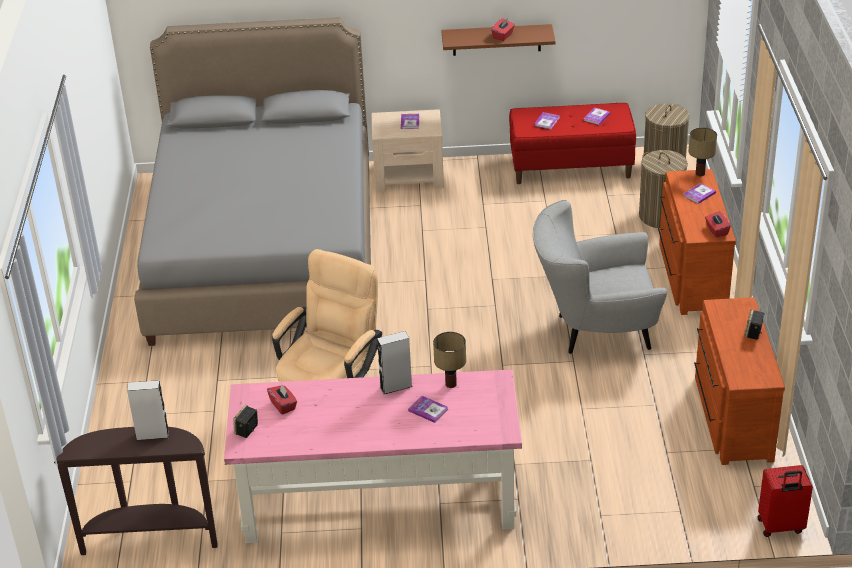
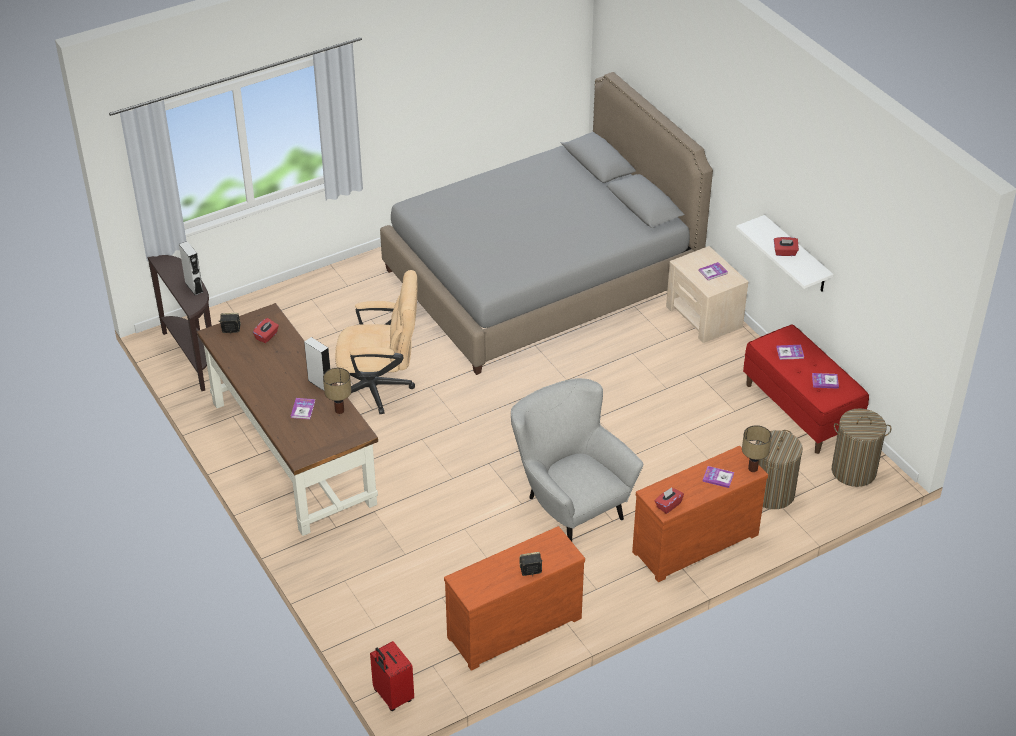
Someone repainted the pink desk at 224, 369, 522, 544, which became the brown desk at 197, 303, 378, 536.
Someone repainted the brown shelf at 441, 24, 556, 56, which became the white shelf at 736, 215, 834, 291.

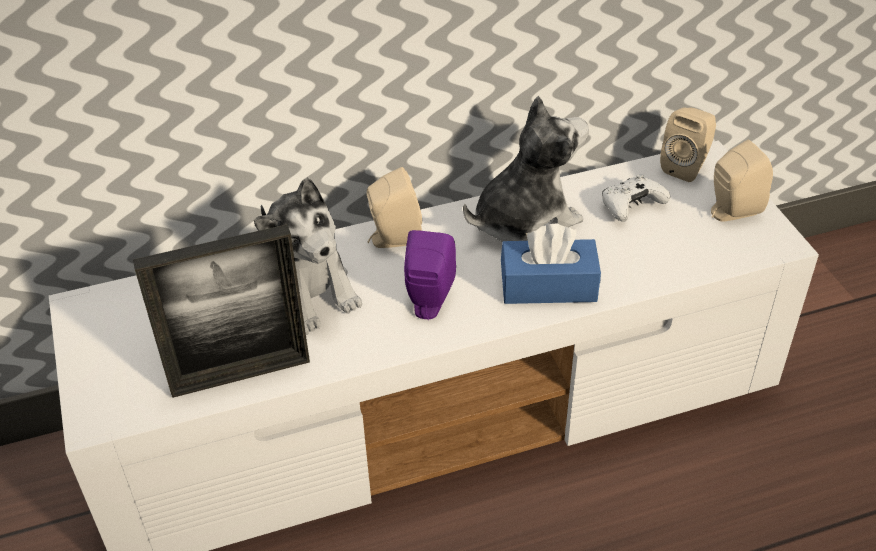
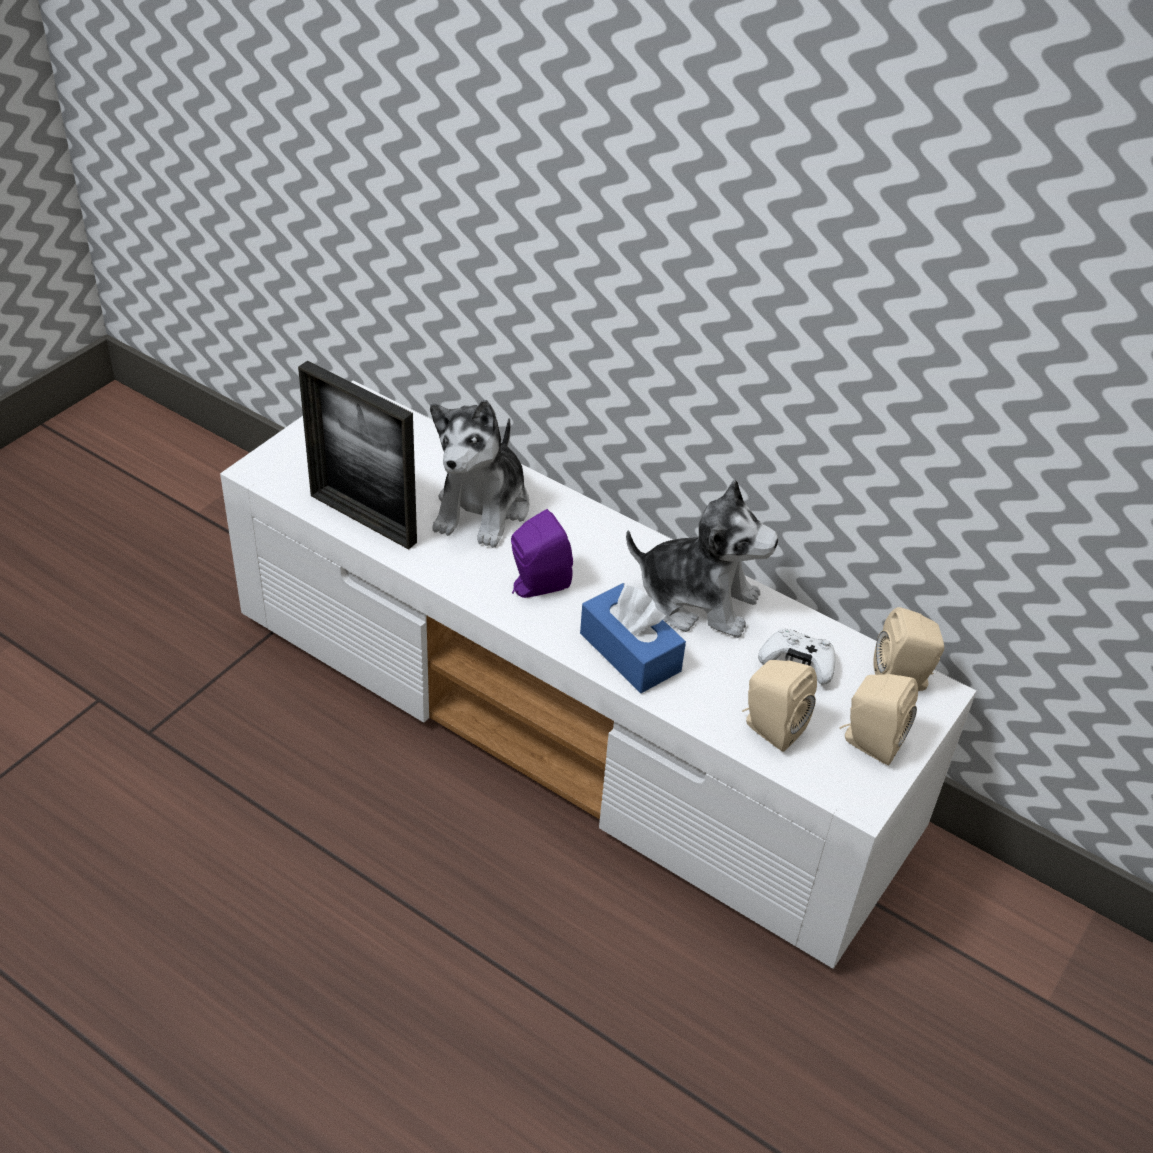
Someone carried the beige speaker from 367, 167, 422, 248 to 742, 660, 817, 752.

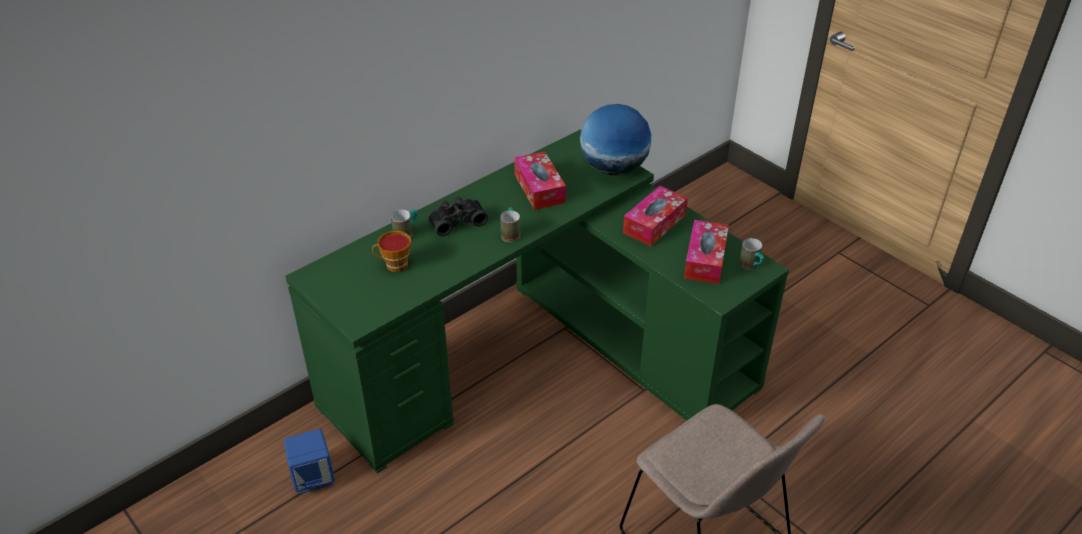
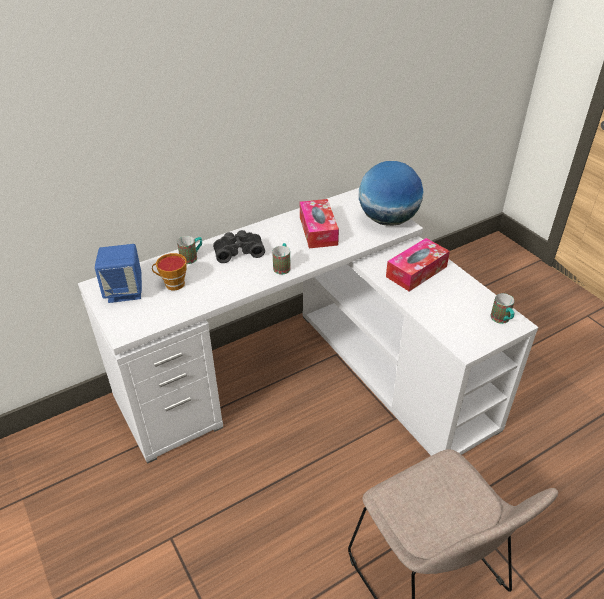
Someone repainted the green desk at 285, 130, 789, 473, which became the white desk at 78, 188, 538, 464.
Someone carried the blue speaker from 284, 429, 335, 494 to 95, 244, 142, 303.
Someone took away the tissue box at 684, 220, 729, 284.

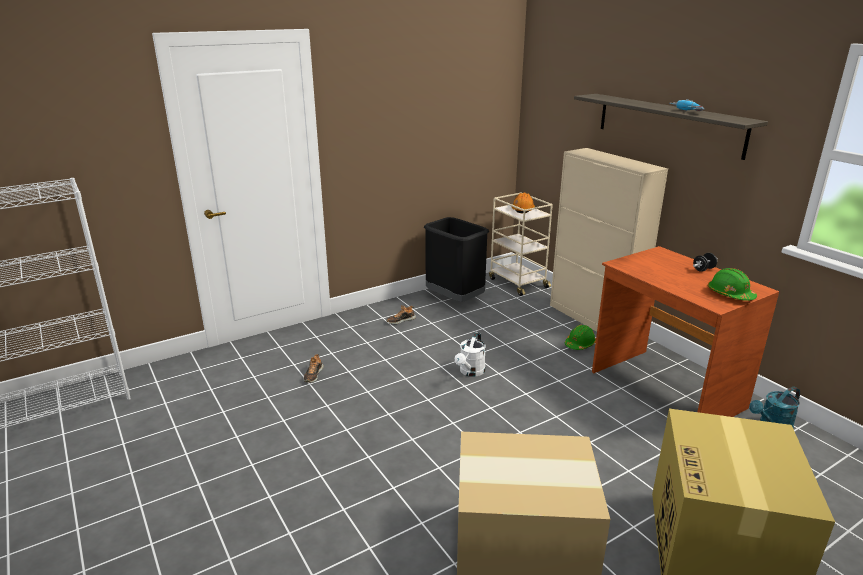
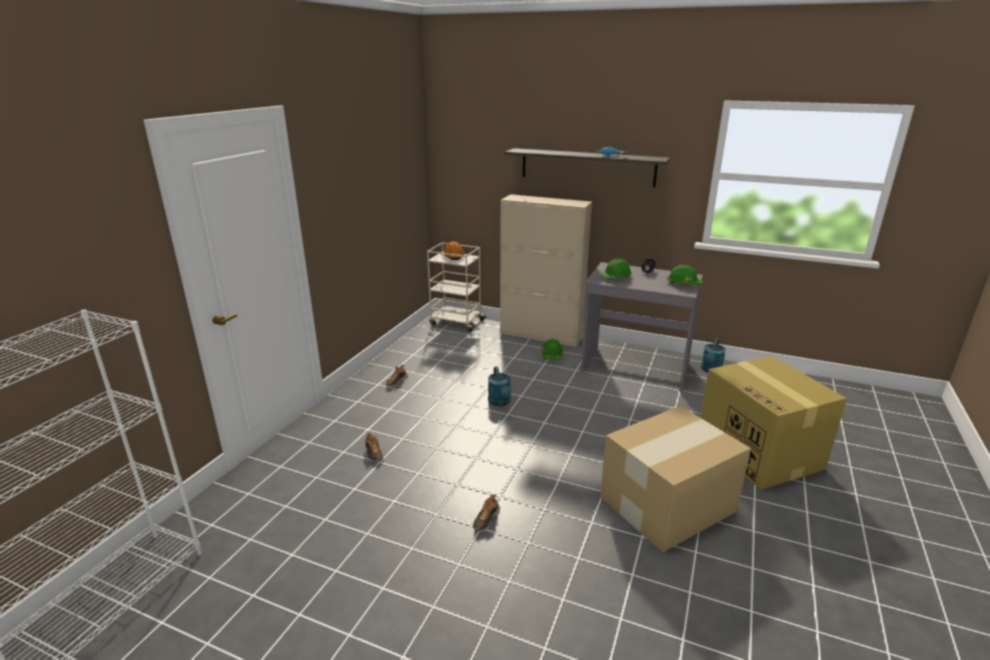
Someone put down the shoe at 473, 495, 500, 532.
Someone repainted the white watering can at 455, 332, 486, 377, which became the turquoise watering can at 488, 366, 511, 406.
Someone repainted the brown desk at 592, 246, 779, 417, which became the grey desk at 581, 262, 703, 392.
Someone put down the green hard hat at 601, 259, 632, 279.
Someone took away the black trash can at 424, 217, 489, 302.

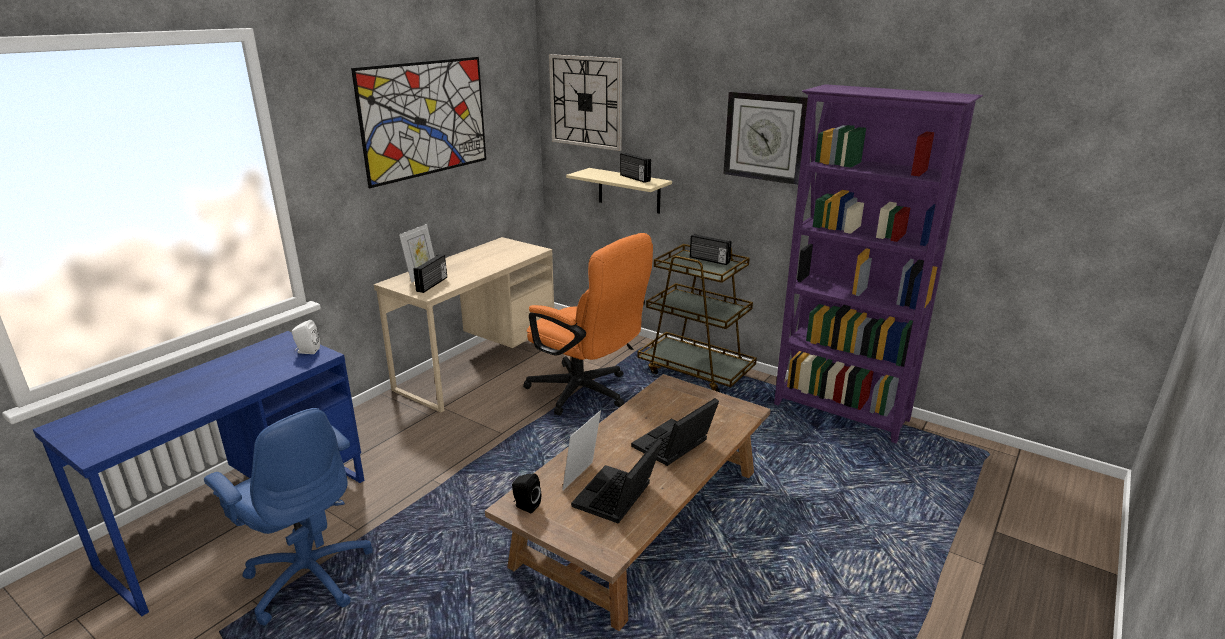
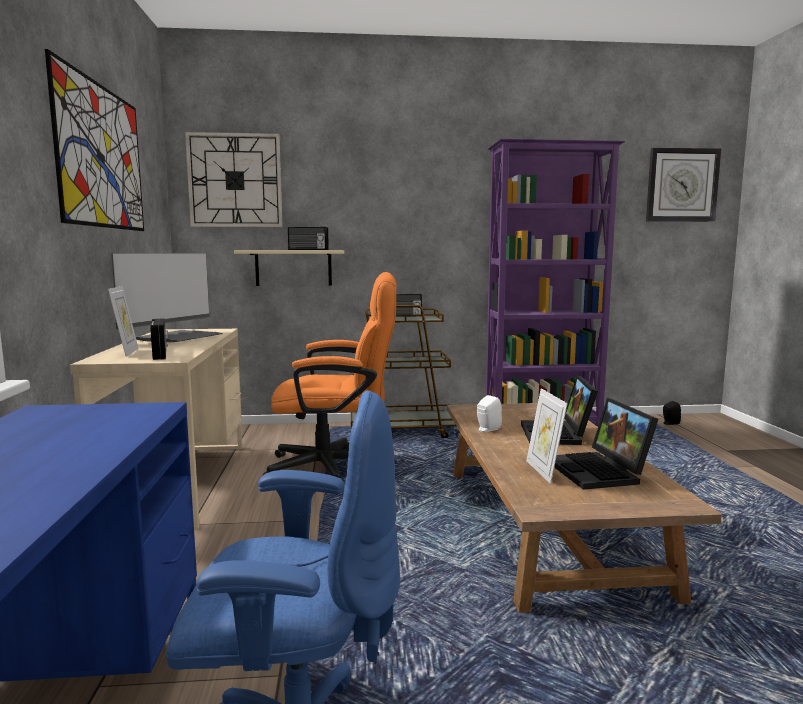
Someone put down the monitor at 111, 253, 223, 342.
Someone carried the white speaker from 292, 320, 320, 354 to 477, 395, 502, 432.
Someone carried the wall clock from 723, 91, 808, 185 to 646, 148, 721, 222.
Someone carried the black speaker from 512, 474, 541, 513 to 663, 401, 681, 425.

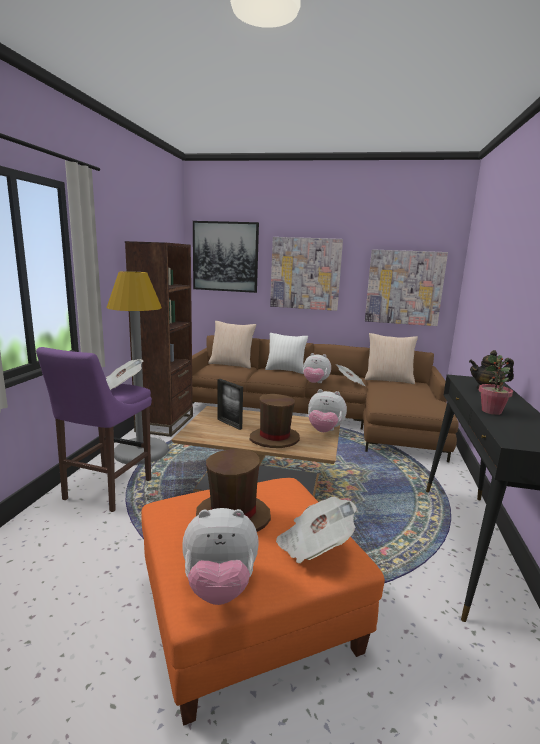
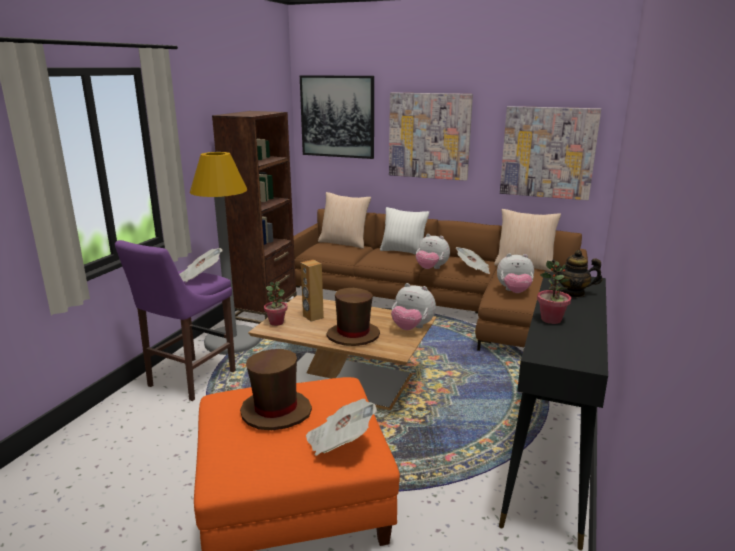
Someone put down the potted plant at 264, 282, 287, 326.
Someone swapped the picture frame at 217, 379, 243, 430 for the brown speaker at 301, 260, 324, 321.
Someone carried the plush toy from 182, 508, 259, 605 to 497, 253, 534, 293.

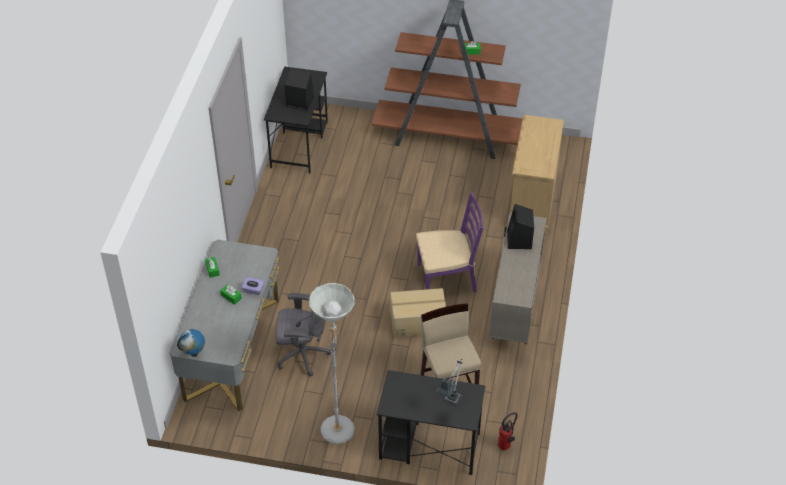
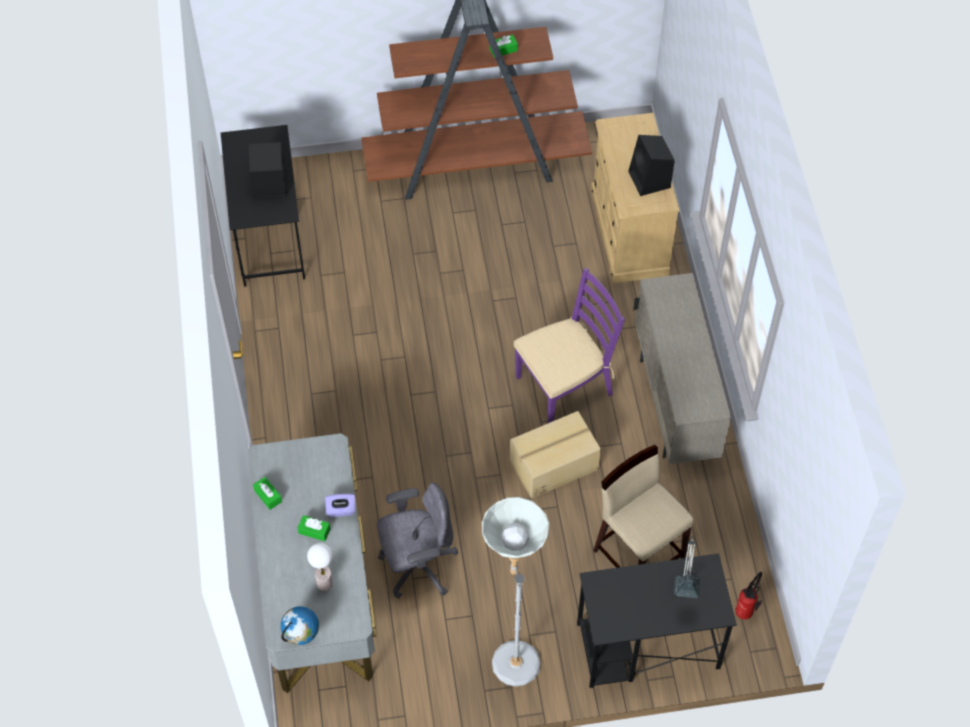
Someone put down the table lamp at 307, 543, 333, 591.
Someone carried the black speaker from 507, 204, 534, 249 to 628, 135, 675, 196.

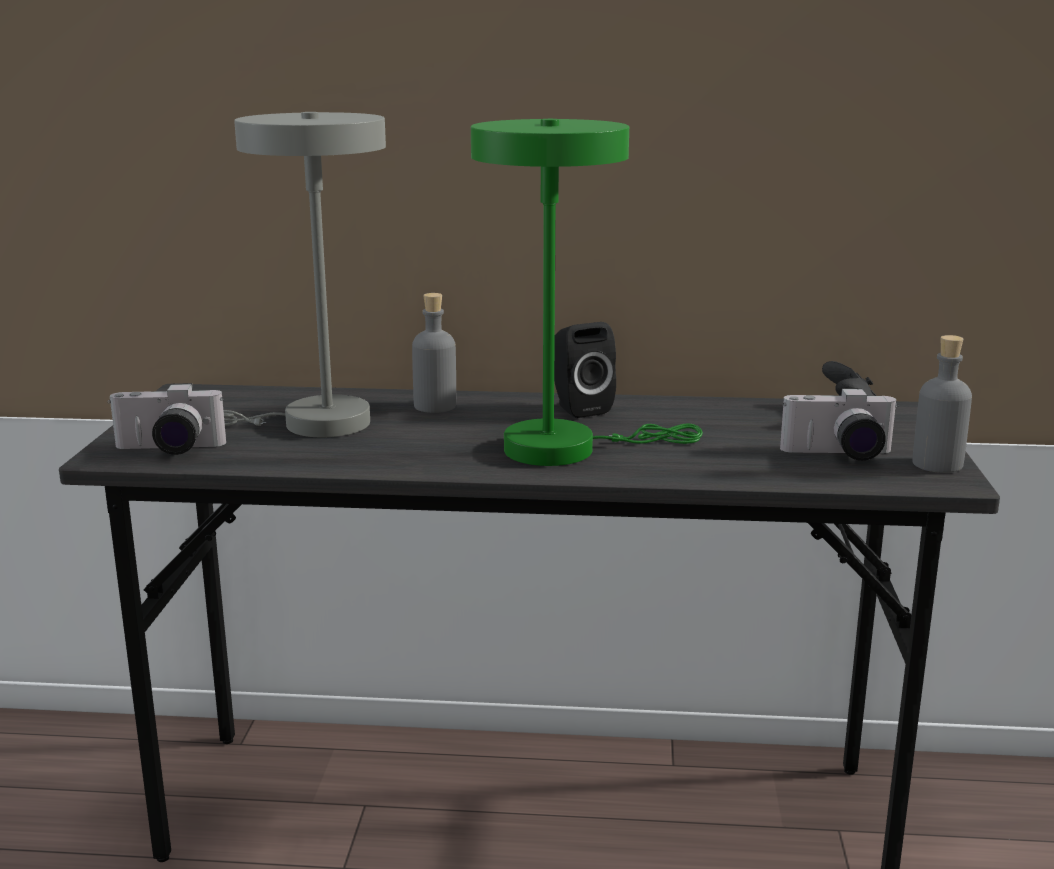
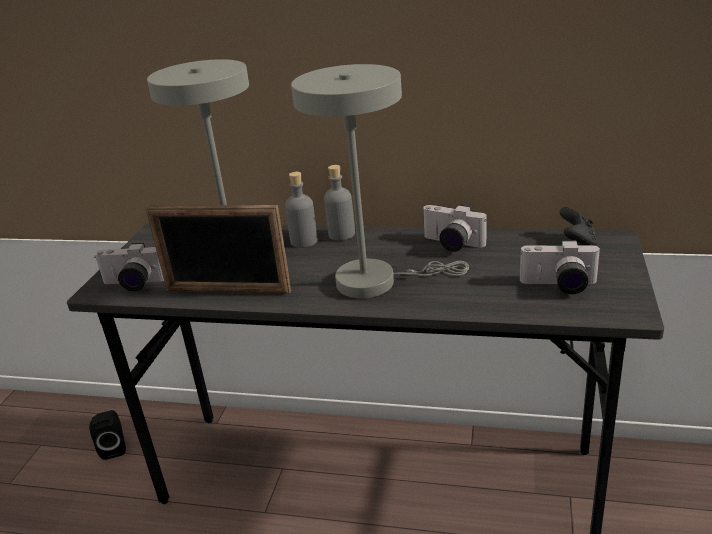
Someone carried the black speaker from 554, 322, 616, 418 to 89, 410, 126, 460.
Someone put down the picture frame at 145, 205, 291, 293.
Someone repainted the green table lamp at 471, 119, 703, 466, which became the grey table lamp at 291, 64, 469, 298.
Someone carried the grey bottle from 912, 335, 972, 473 to 324, 165, 355, 240.
Someone put down the photo camera at 422, 205, 487, 252.

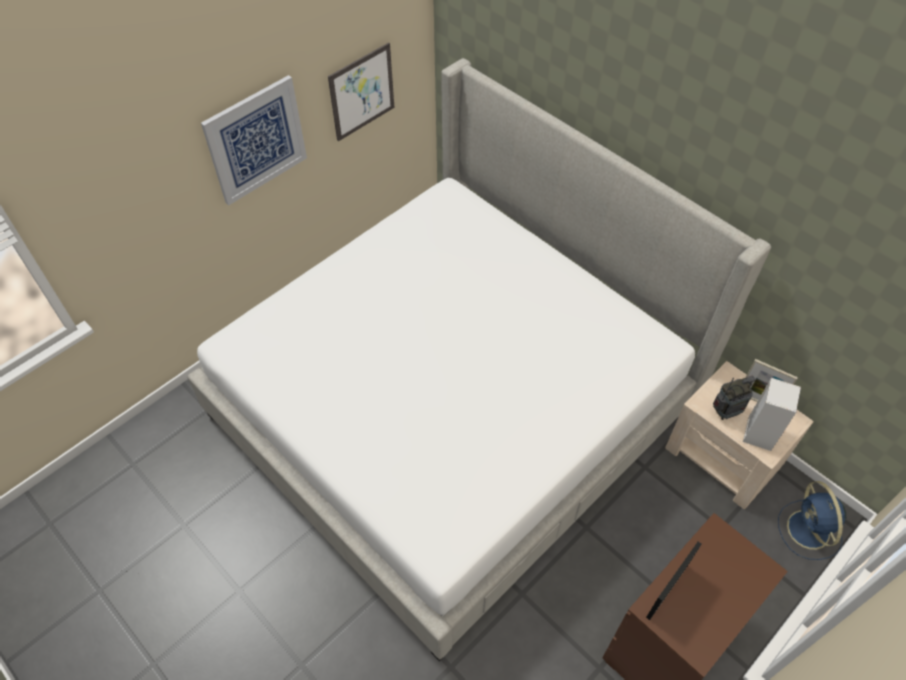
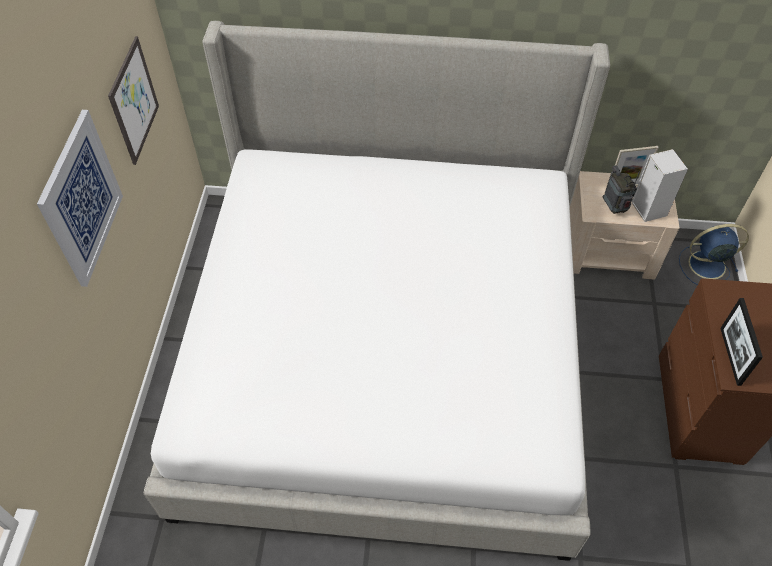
Someone rotated the radio at 713, 376, 755, 420 by 45 degrees counterclockwise.
Someone rotated the blue fan at 778, 481, 846, 560 by 135 degrees clockwise.

